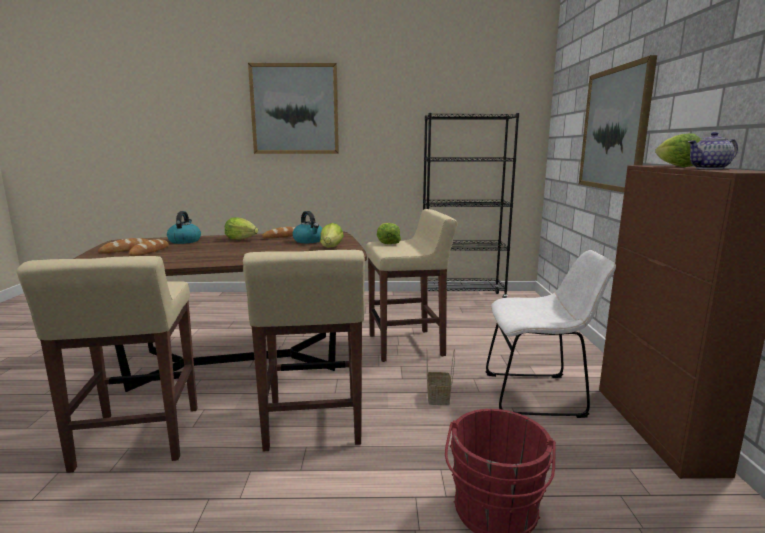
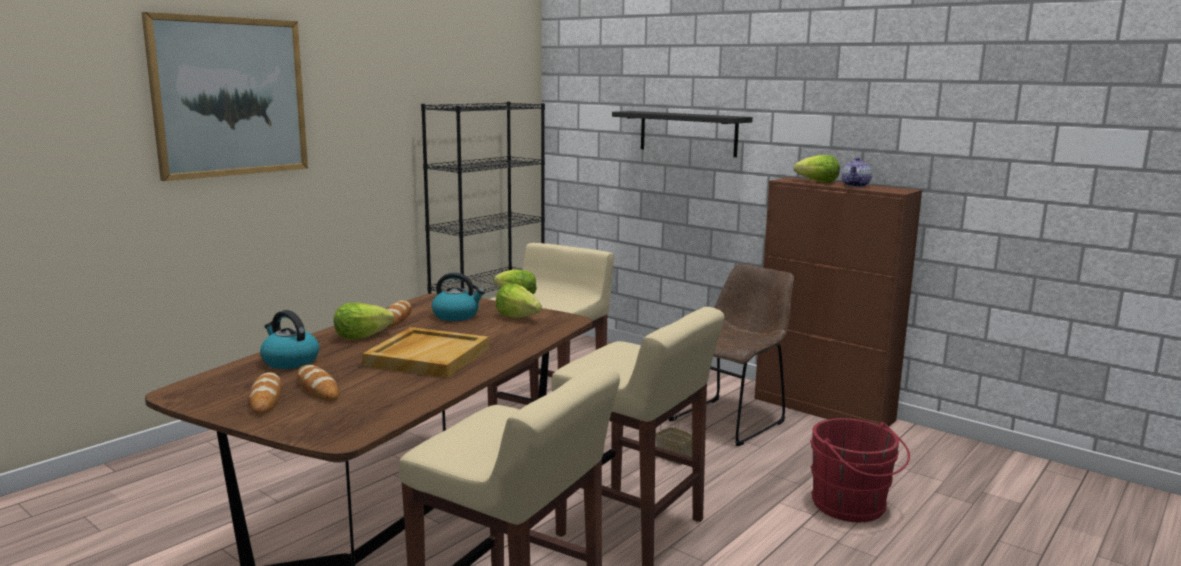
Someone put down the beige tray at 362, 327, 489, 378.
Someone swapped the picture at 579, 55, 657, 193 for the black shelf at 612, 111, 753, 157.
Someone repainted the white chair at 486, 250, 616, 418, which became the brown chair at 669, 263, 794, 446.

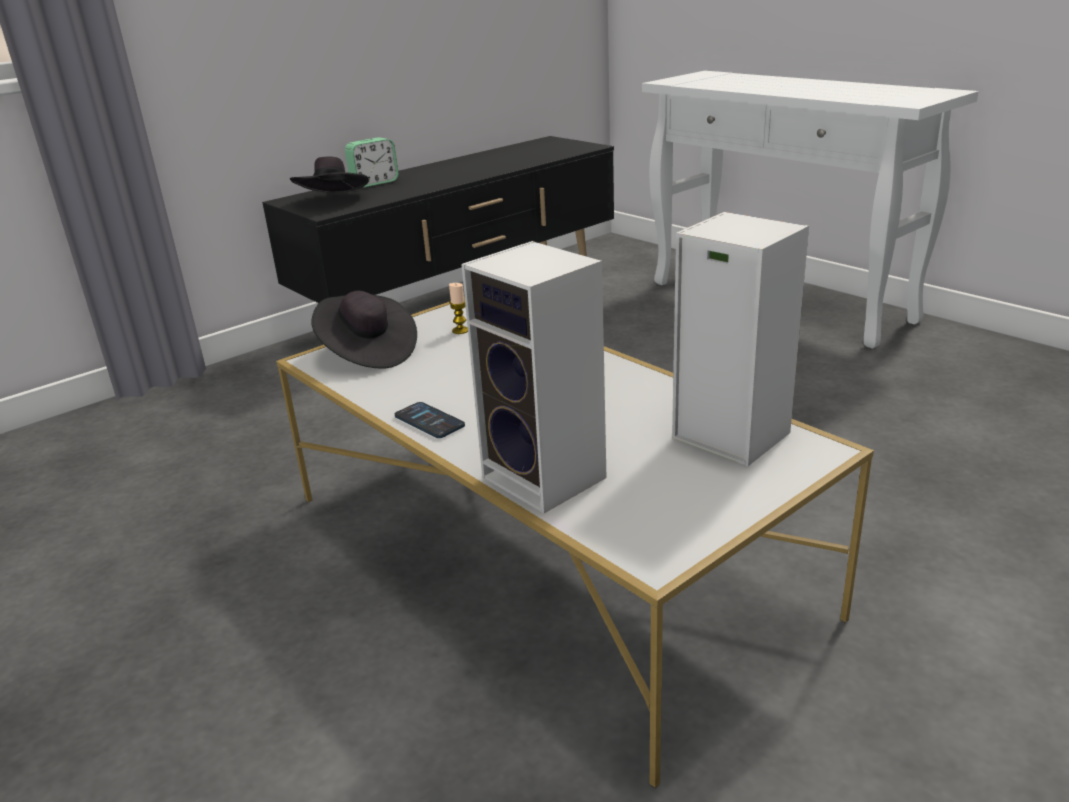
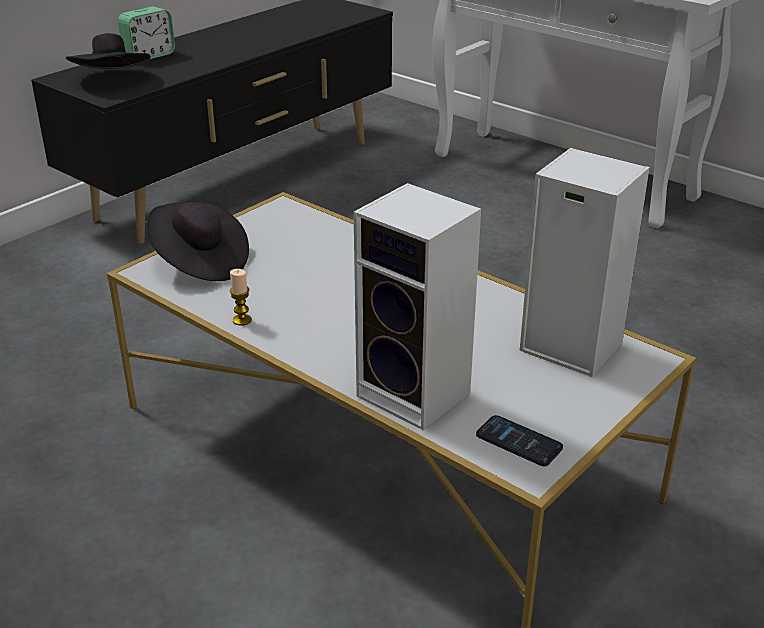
Someone carried the candle from 449, 283, 468, 334 to 230, 269, 252, 326.
Someone carried the phone from 395, 402, 465, 438 to 476, 415, 563, 466.

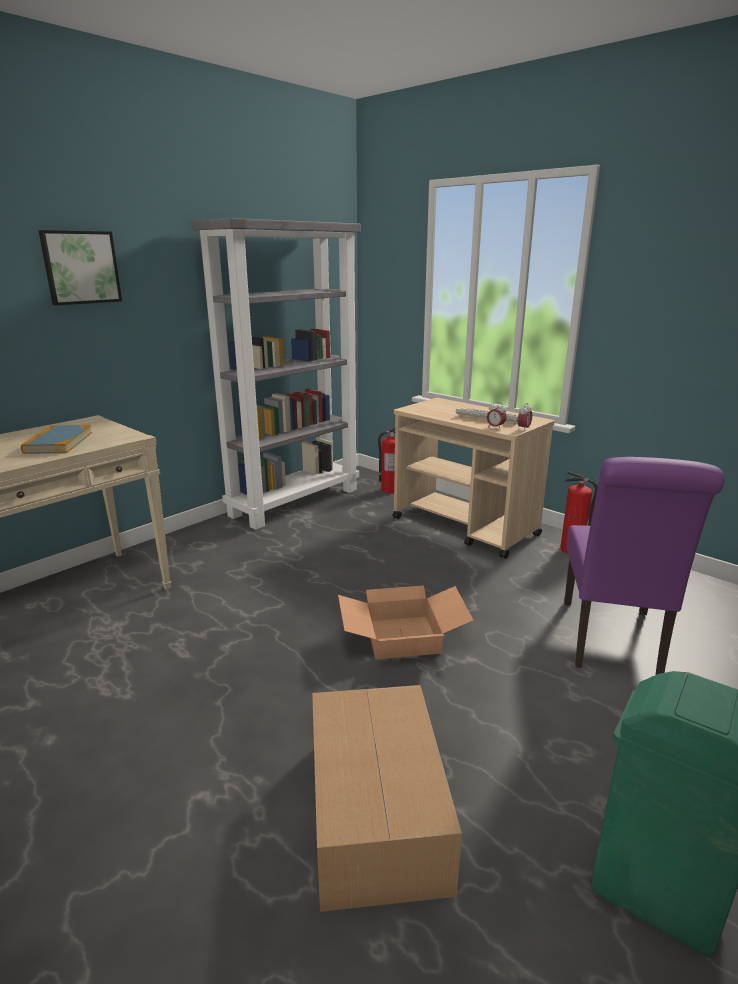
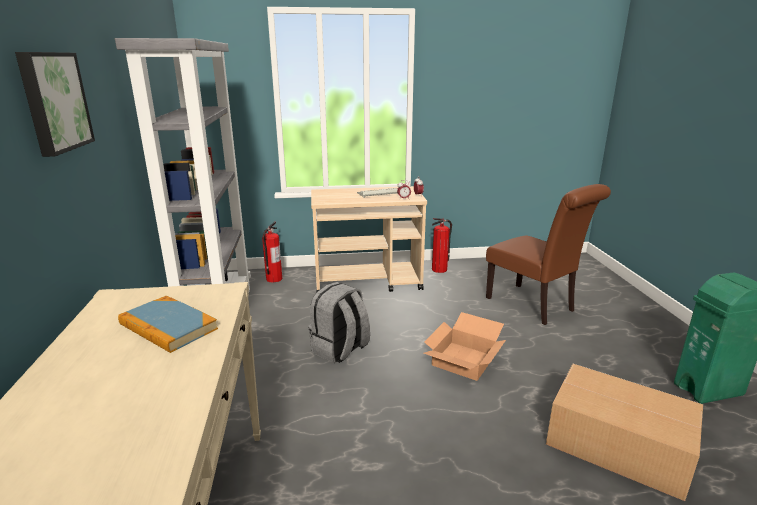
Someone put down the grey backpack at 309, 282, 370, 363.
Someone repainted the purple chair at 564, 457, 725, 675, which became the brown chair at 486, 184, 611, 325.

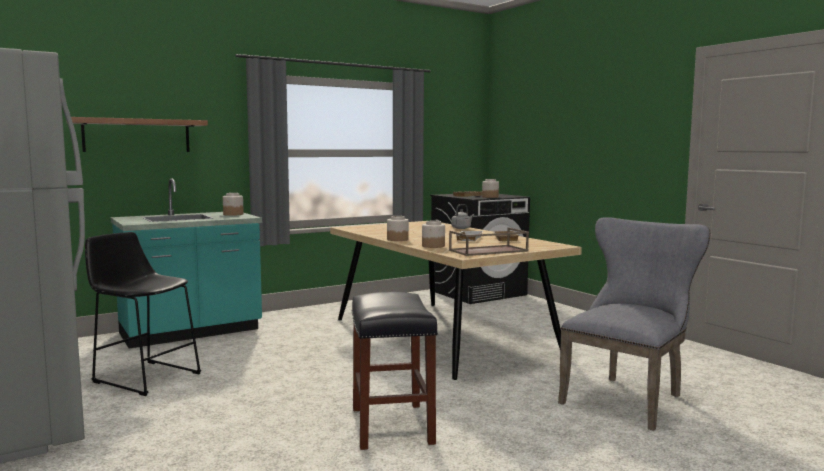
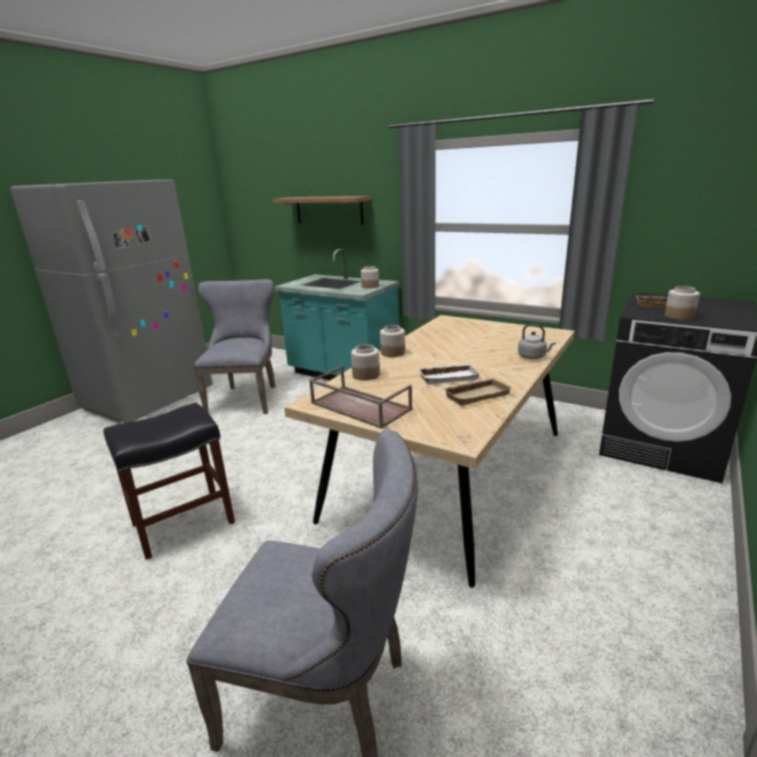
Someone swapped the black stool at 85, 232, 201, 396 for the grey chair at 194, 279, 276, 414.

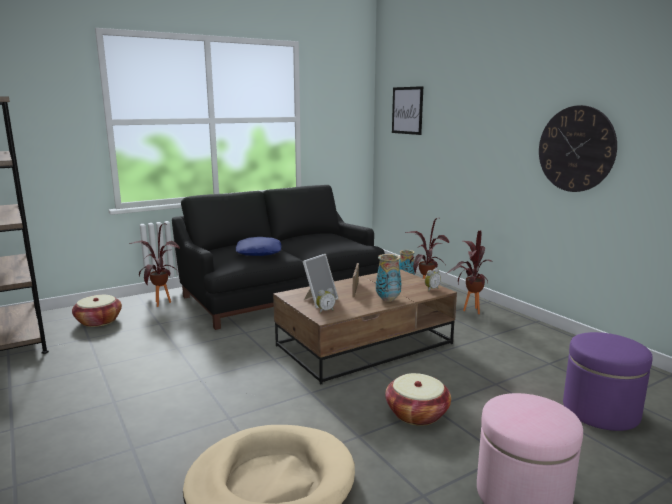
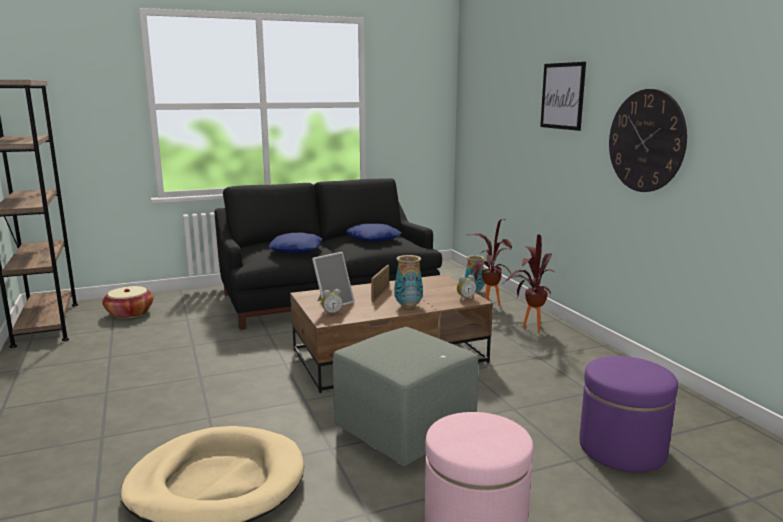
Someone swapped the basket at 385, 373, 451, 426 for the grey ottoman at 333, 327, 479, 466.
Someone put down the blue pillow at 346, 223, 401, 242.
Someone carried the picture from 392, 86, 423, 135 to 540, 62, 586, 131.
Someone took away the potted plant at 129, 224, 180, 307.

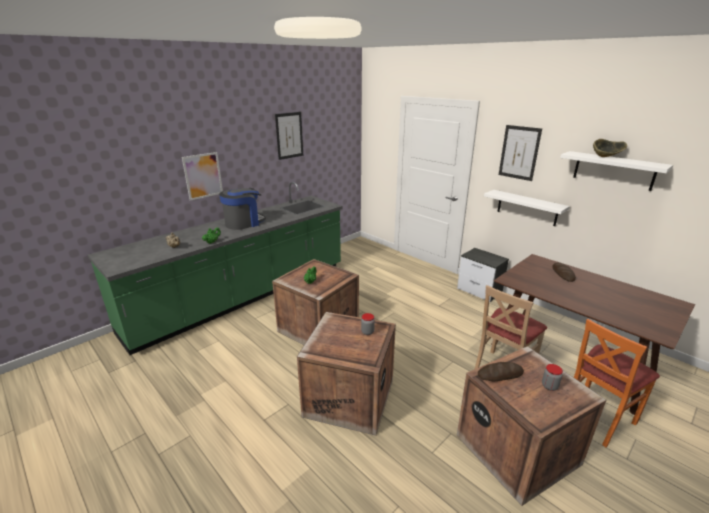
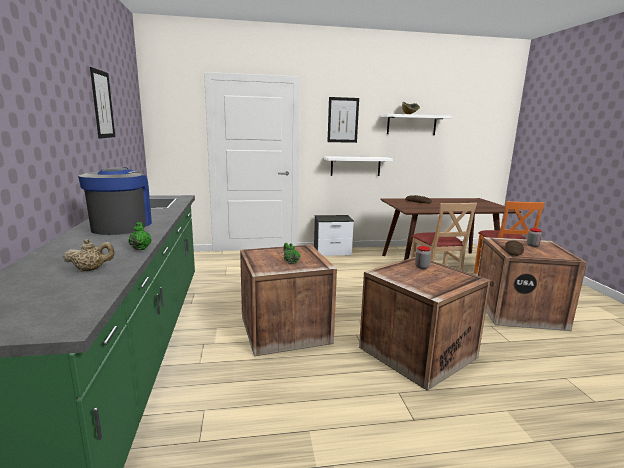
Someone took away the picture at 182, 152, 223, 201.

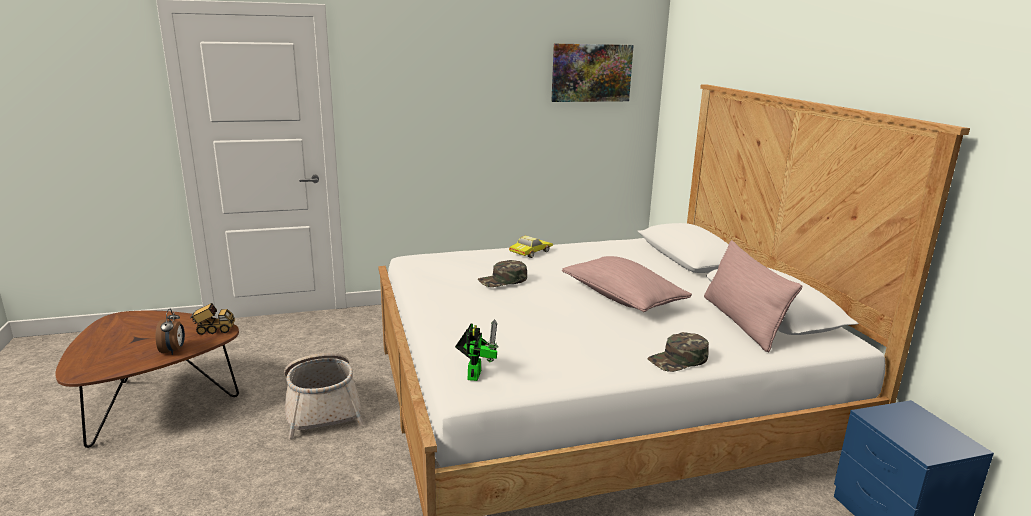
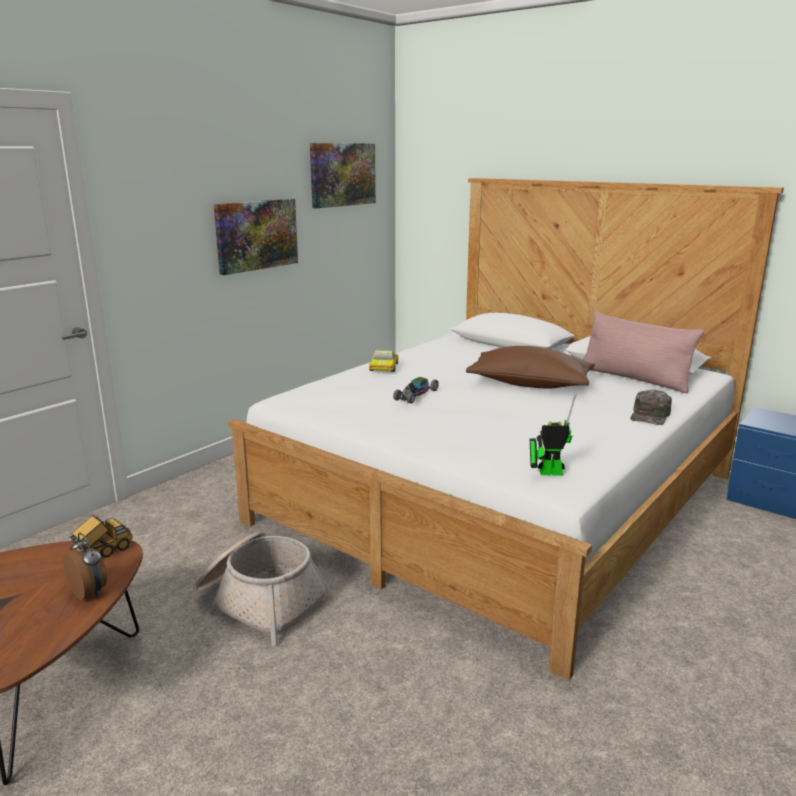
Someone put up the picture at 214, 199, 298, 275.
Someone swapped the green cap at 478, 260, 527, 287 for the toy car at 393, 377, 439, 404.
Someone repainted the pink pillow at 562, 256, 692, 312, which became the brown pillow at 466, 346, 595, 388.
Someone rotated the toy robot at 455, 320, 499, 381 by 60 degrees counterclockwise.

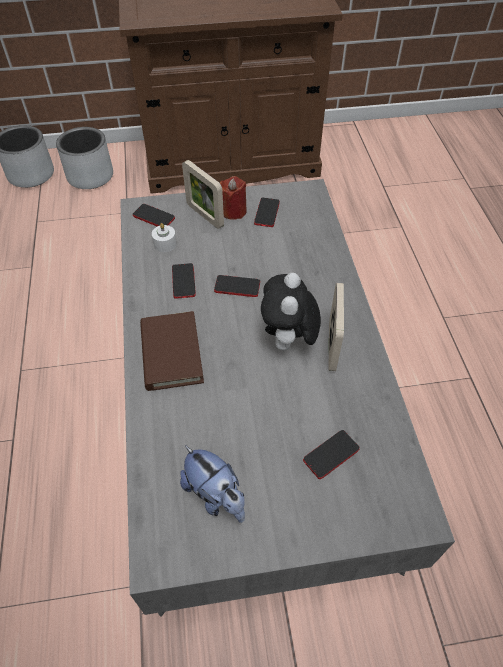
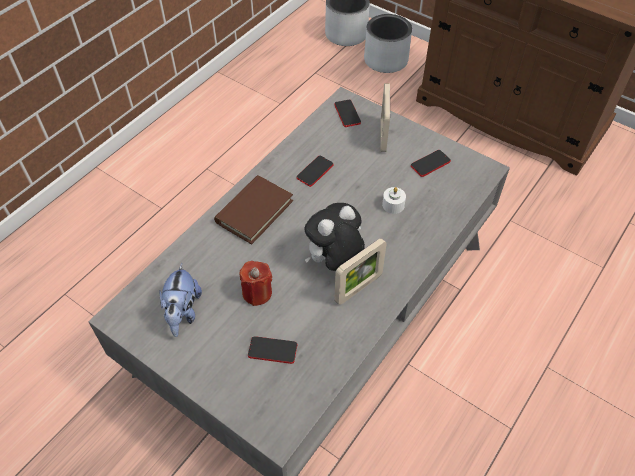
Someone carried the red candle from 220, 176, 247, 220 to 240, 261, 272, 306.
Someone carried the white candle from 152, 223, 177, 252 to 382, 187, 406, 214.
Someone took away the phone at 214, 275, 260, 297.

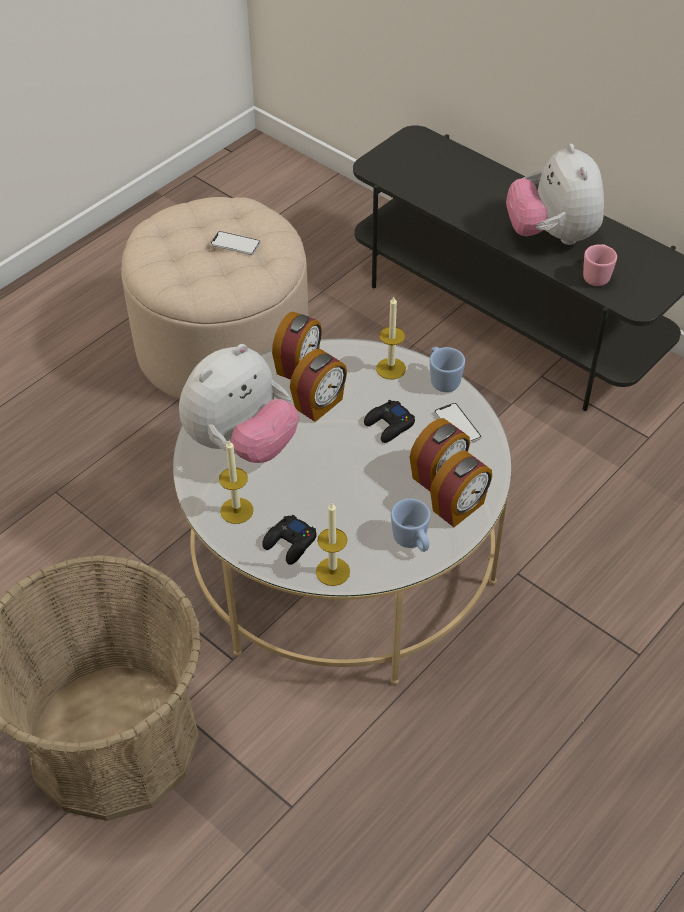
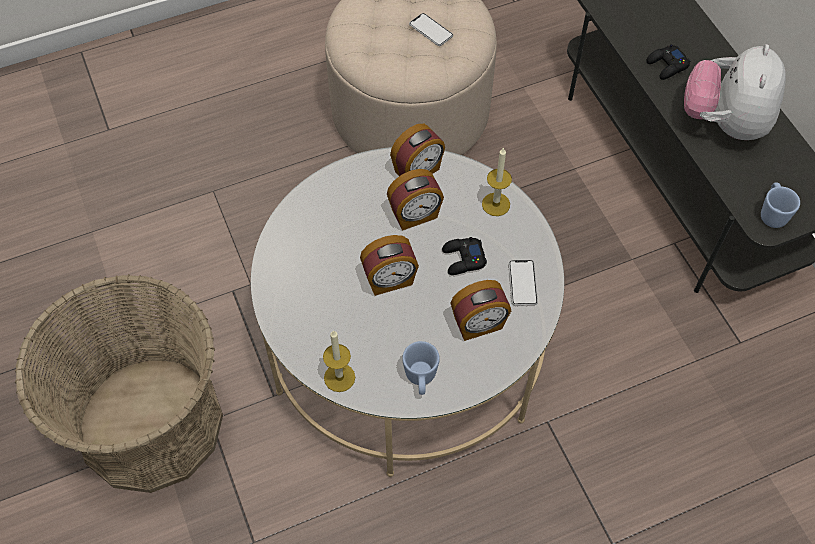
Someone carried the alarm clock from 430, 450, 492, 527 to 360, 235, 419, 296.
Someone carried the black game controller from 262, 515, 317, 565 to 647, 44, 690, 80.
Someone carried the blue mug from 430, 347, 465, 392 to 761, 183, 800, 228.
Someone took away the plush toy at 179, 344, 299, 463.
Someone took away the candle at 219, 440, 253, 524.
Someone took away the pink mug at 583, 244, 617, 286.

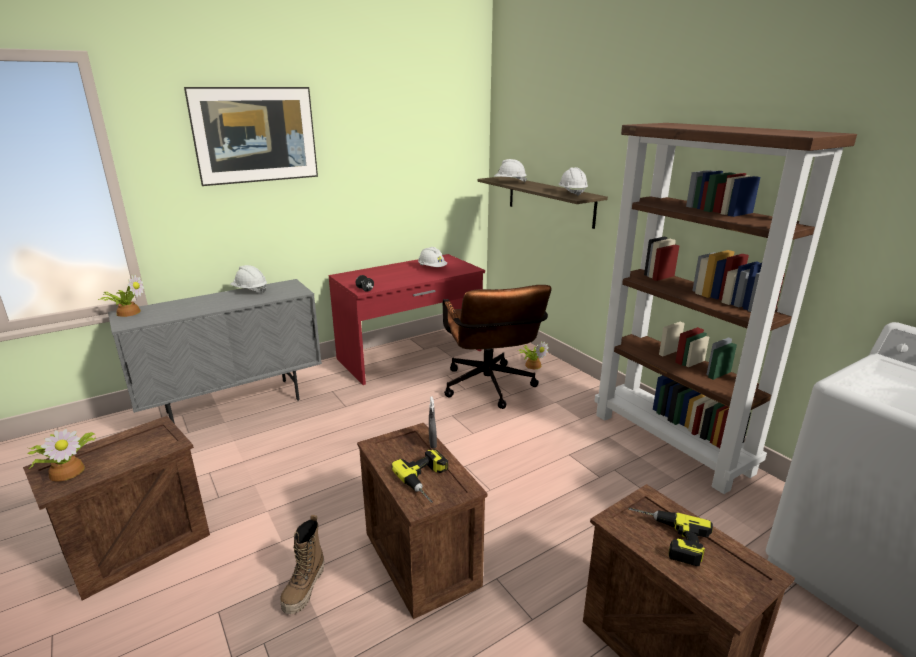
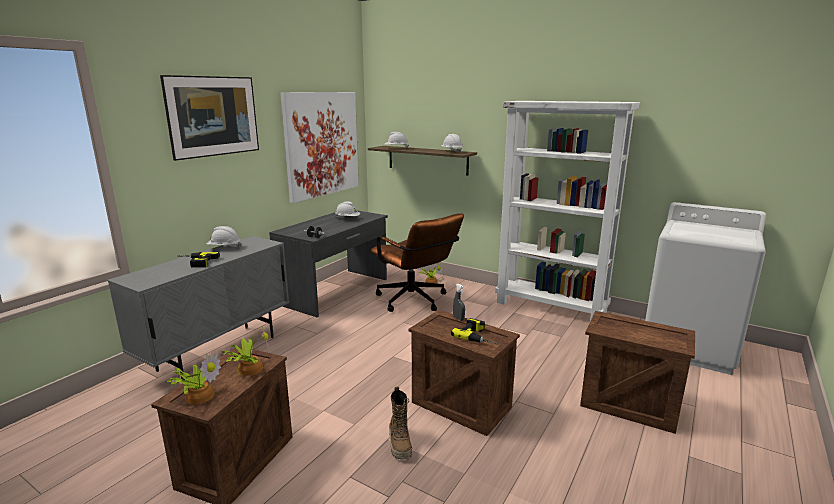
Someone carried the power drill from 628, 507, 713, 566 to 178, 252, 220, 267.
Someone carried the potted plant from 98, 275, 144, 317 to 222, 326, 268, 376.
Someone repainted the red desk at 329, 254, 485, 385, which became the grey desk at 269, 211, 388, 317.
Someone put up the picture at 280, 92, 359, 203.
Someone repainted the brown bookcase at 594, 123, 857, 494, which became the white bookcase at 495, 101, 640, 321.

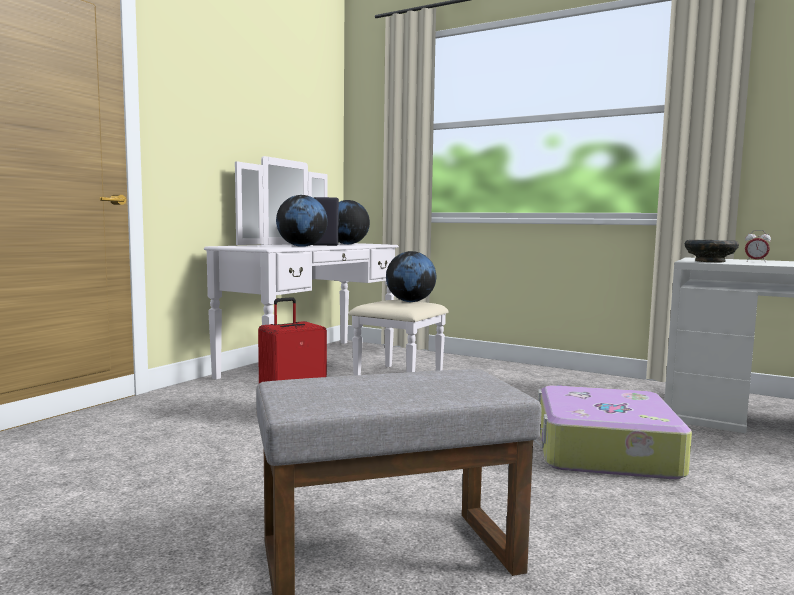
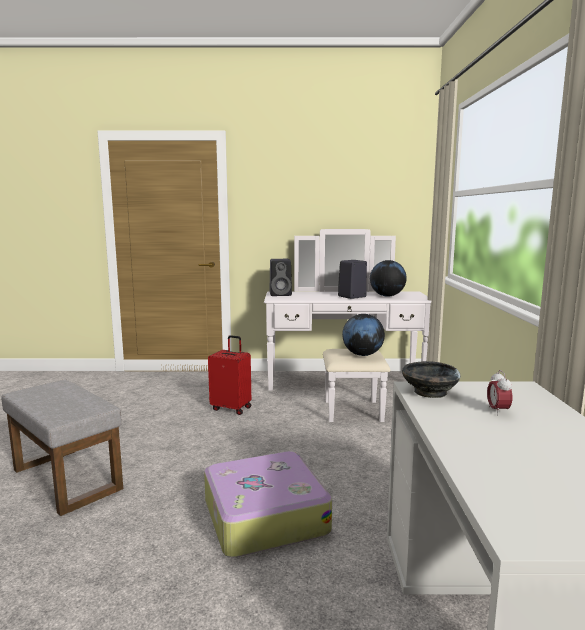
Someone put down the black speaker at 270, 259, 292, 296.
Someone took away the globe at 276, 195, 328, 247.

